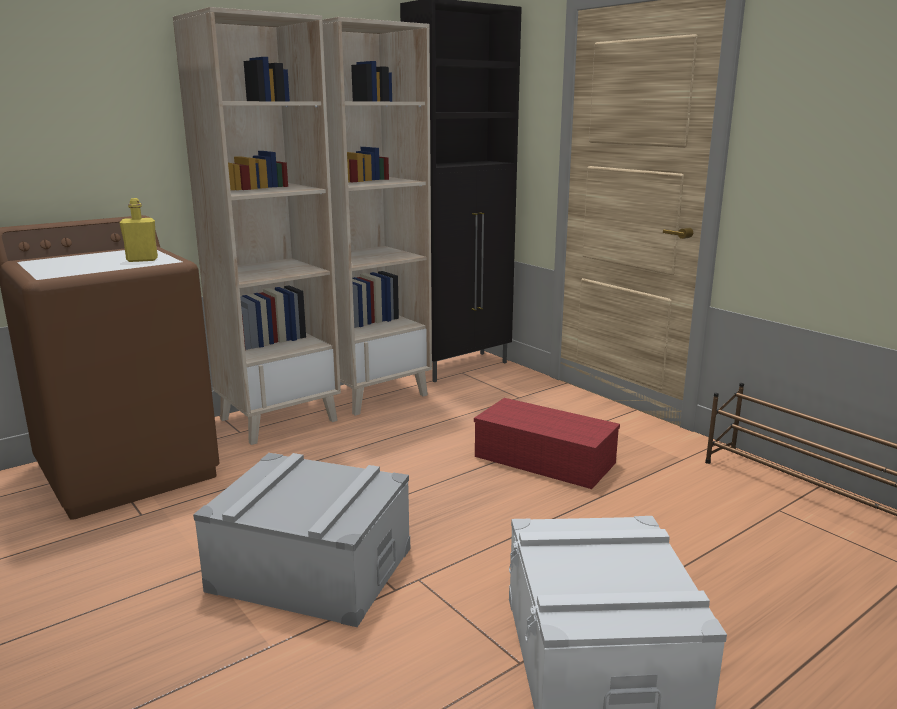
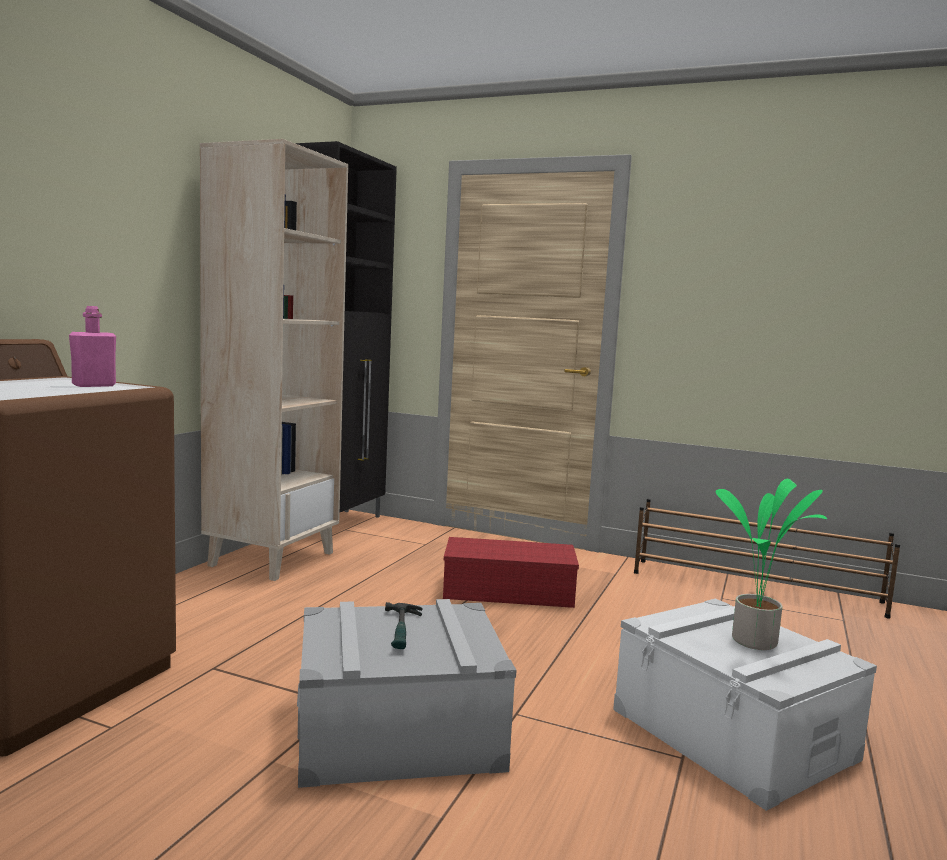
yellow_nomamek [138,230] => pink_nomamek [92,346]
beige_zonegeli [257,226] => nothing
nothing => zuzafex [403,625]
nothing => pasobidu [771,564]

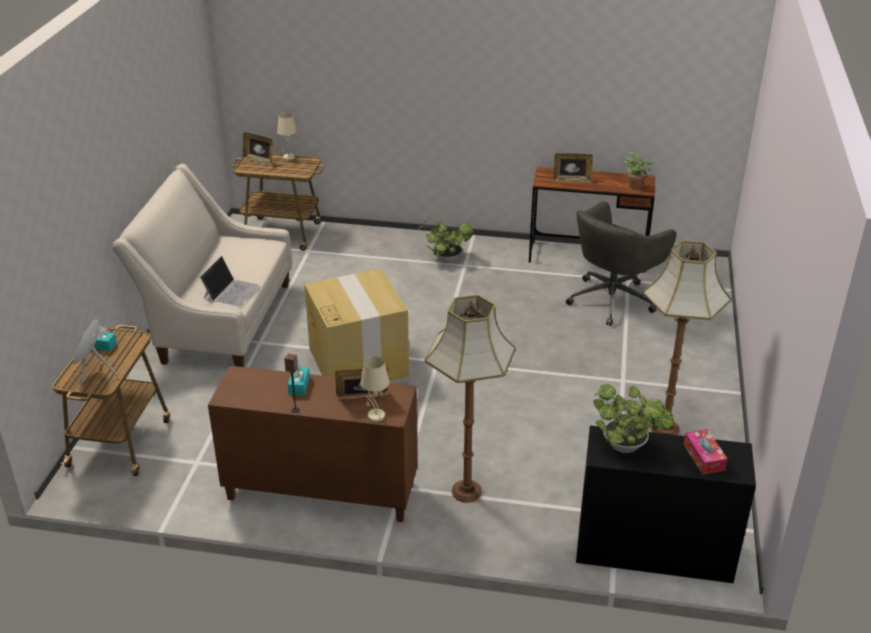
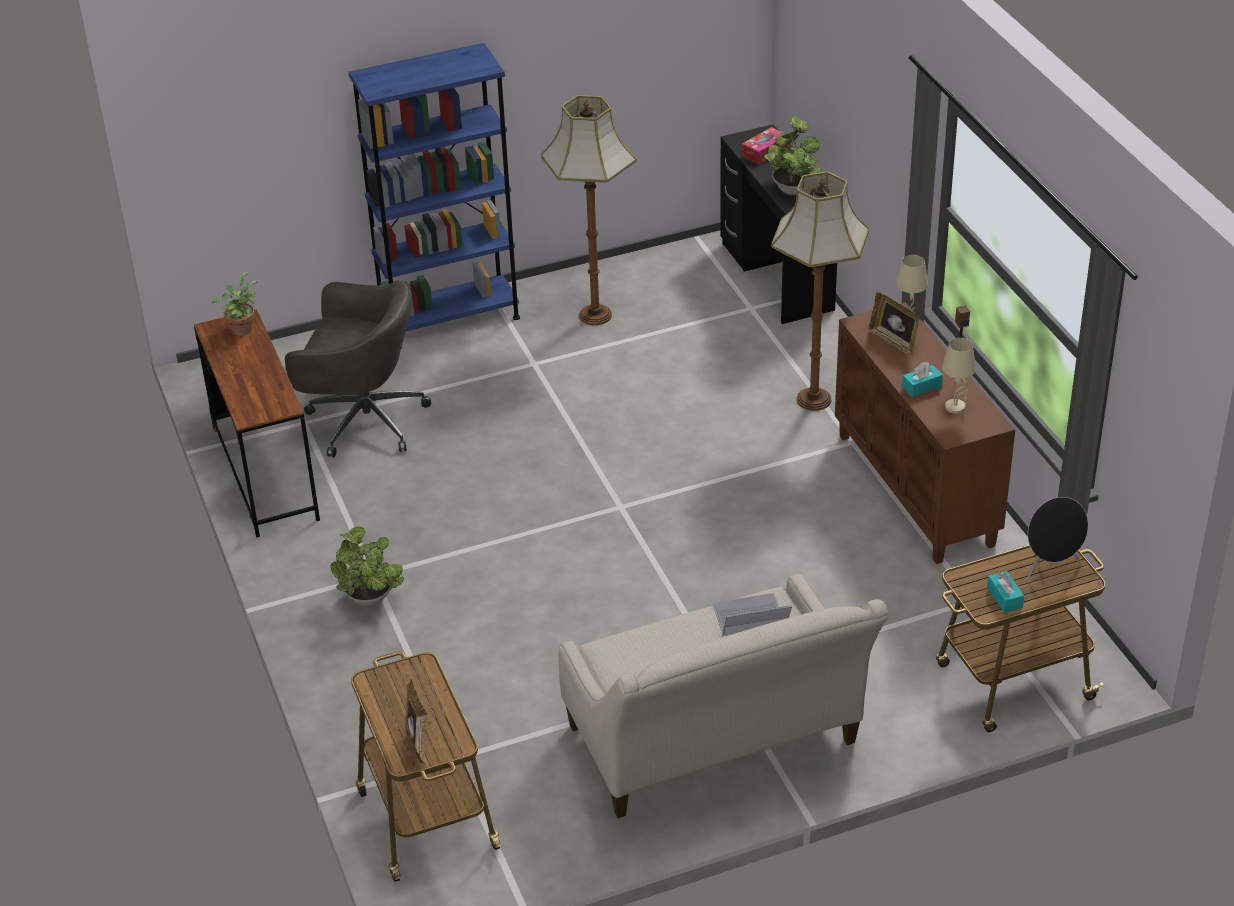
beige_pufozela [287,136] => beige_pufozela [959,376], moved
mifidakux [356,325] => nothing
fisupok [573,168] => nothing
nothing => blue_zonegeli [434,195]

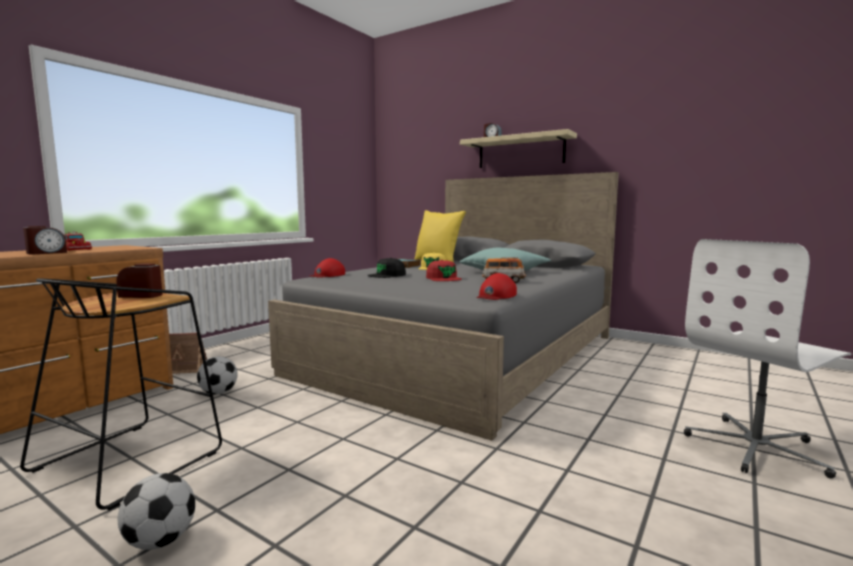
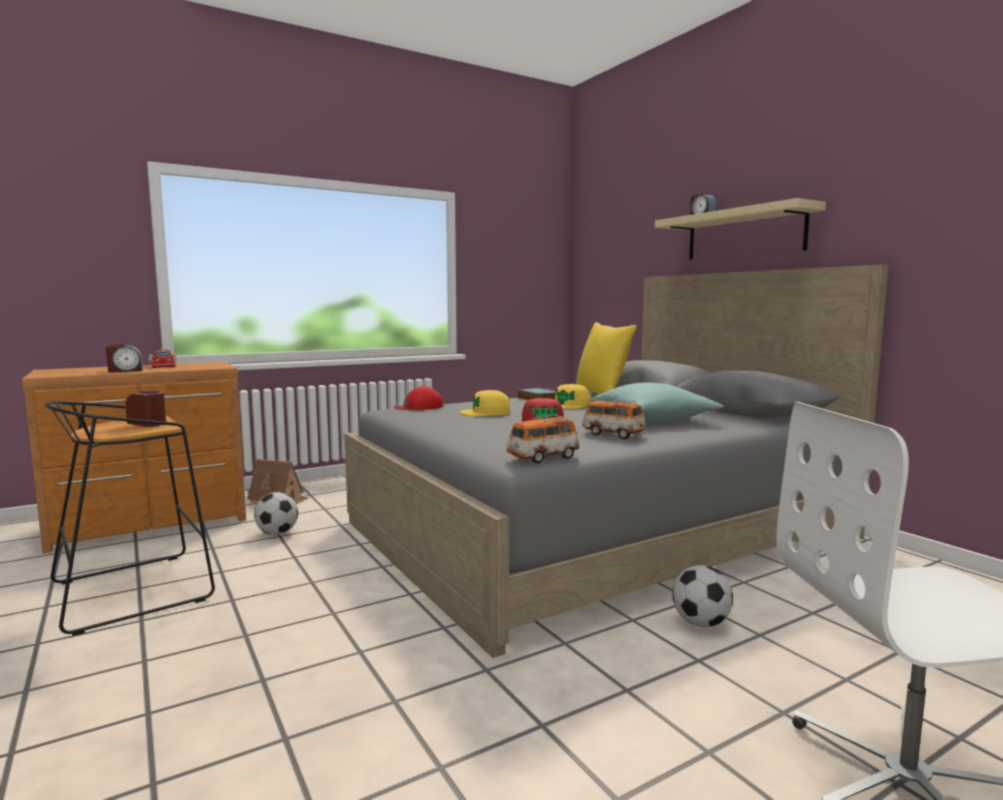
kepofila [156,511] => kepofila [702,596], moved
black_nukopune [386,268] => yellow_nukopune [484,403]
red_nukopune [496,286] => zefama [543,439]

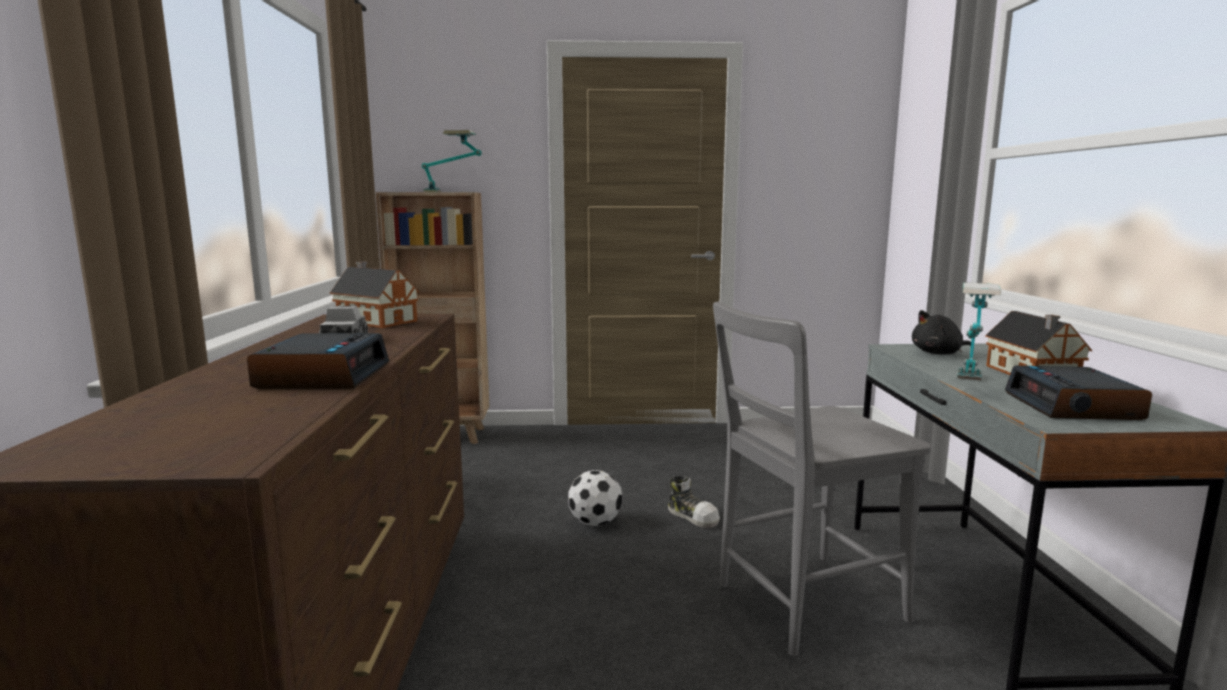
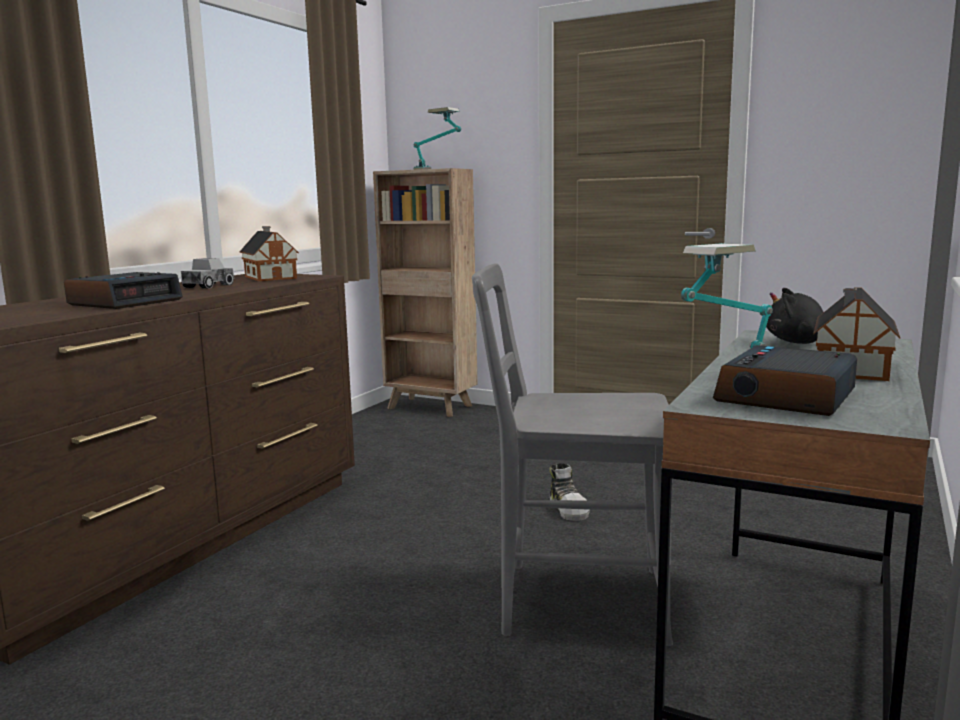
kepofila [595,498] => nothing

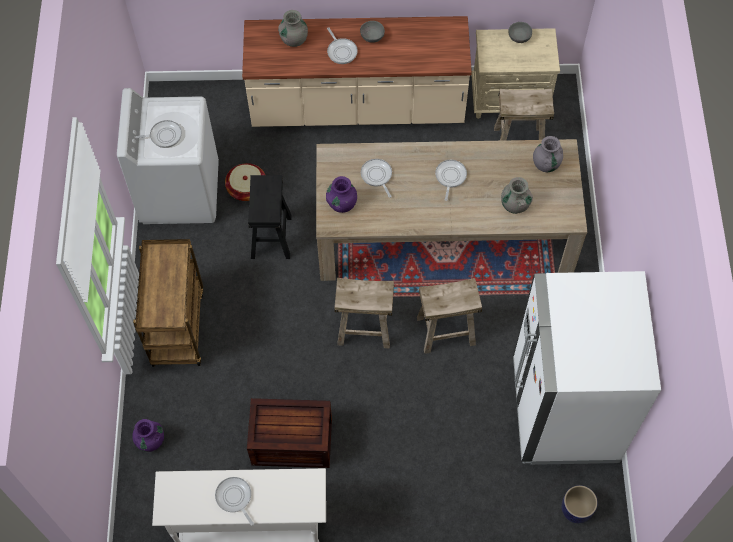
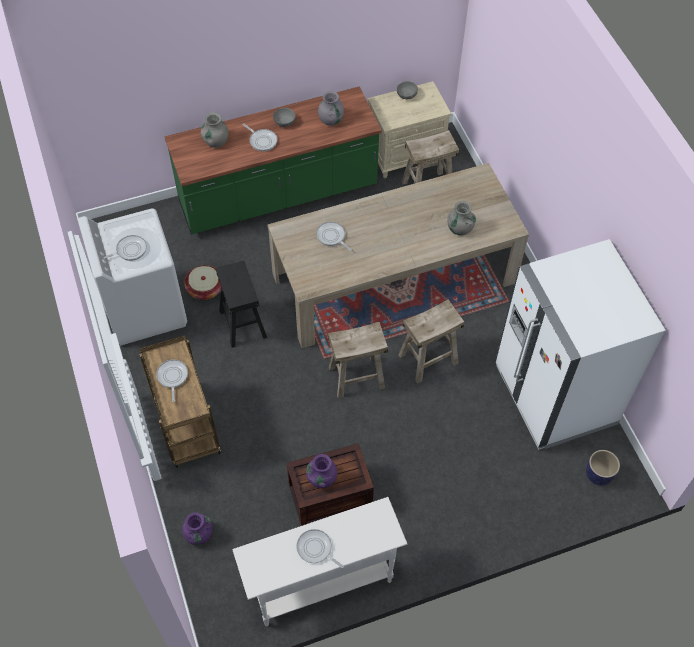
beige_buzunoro [357,71] => green_buzunoro [273,160]
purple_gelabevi [341,194] => purple_gelabevi [322,471], moved
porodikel [451,180] => porodikel [172,380], moved
grey_gelabevi [548,154] => grey_gelabevi [331,108], moved

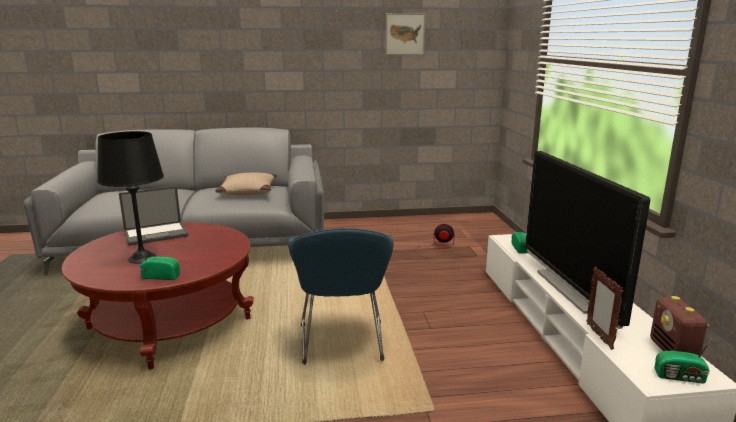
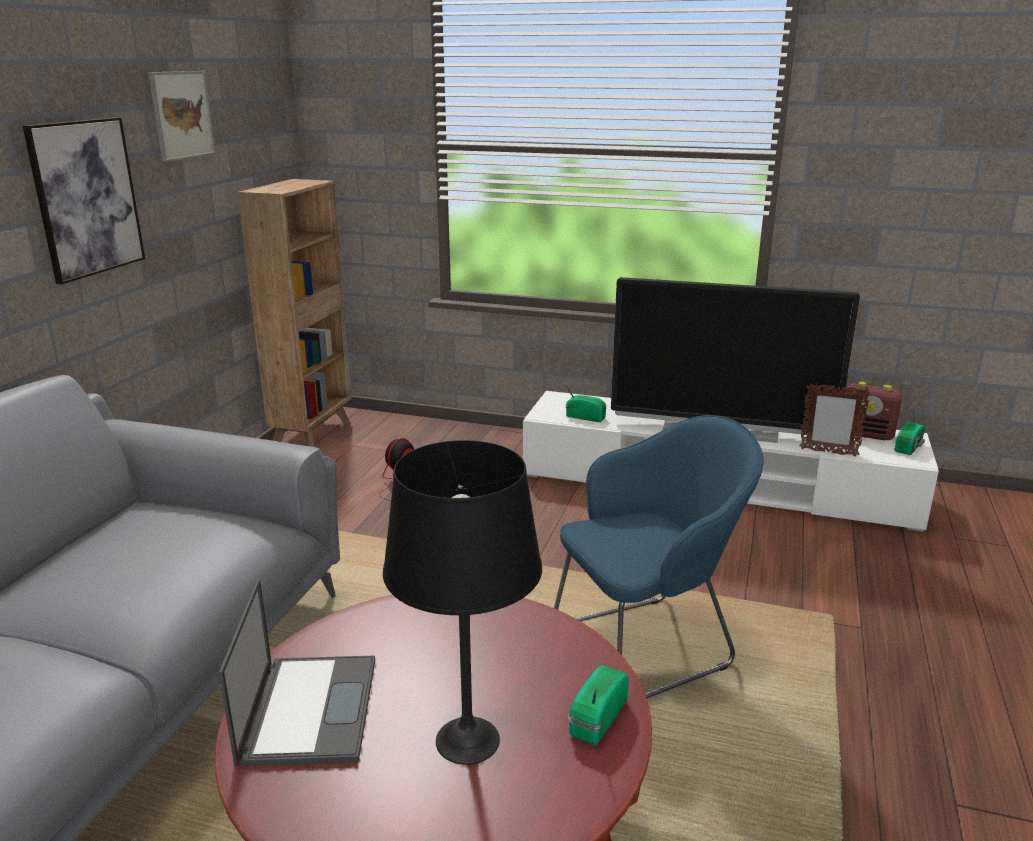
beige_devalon [246,184] => nothing
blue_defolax [340,296] => blue_defolax [659,557], 45 degrees counterclockwise
nothing => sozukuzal [84,200]
nothing => brown_zonegeli [294,313]

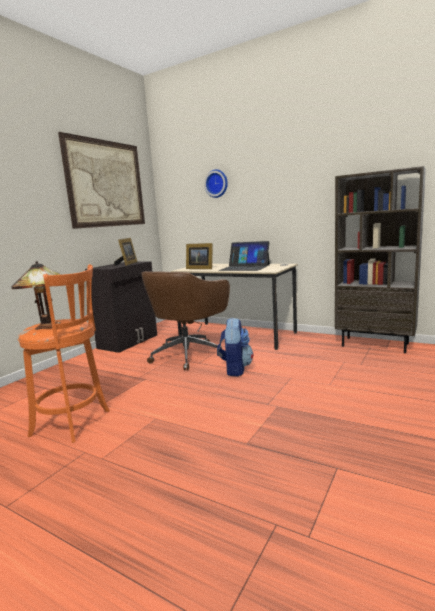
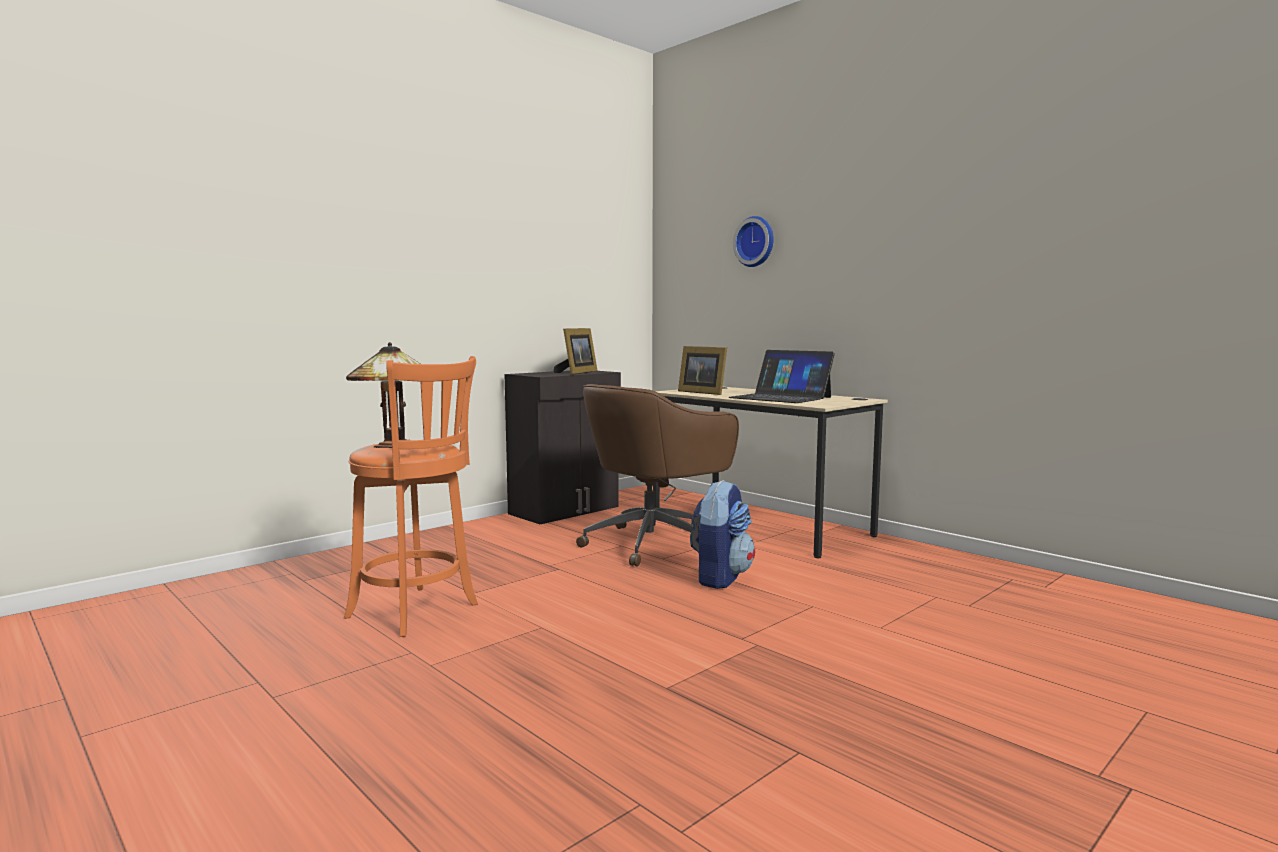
sozukuzal [101,180] => nothing
brown_zonegeli [380,259] => nothing

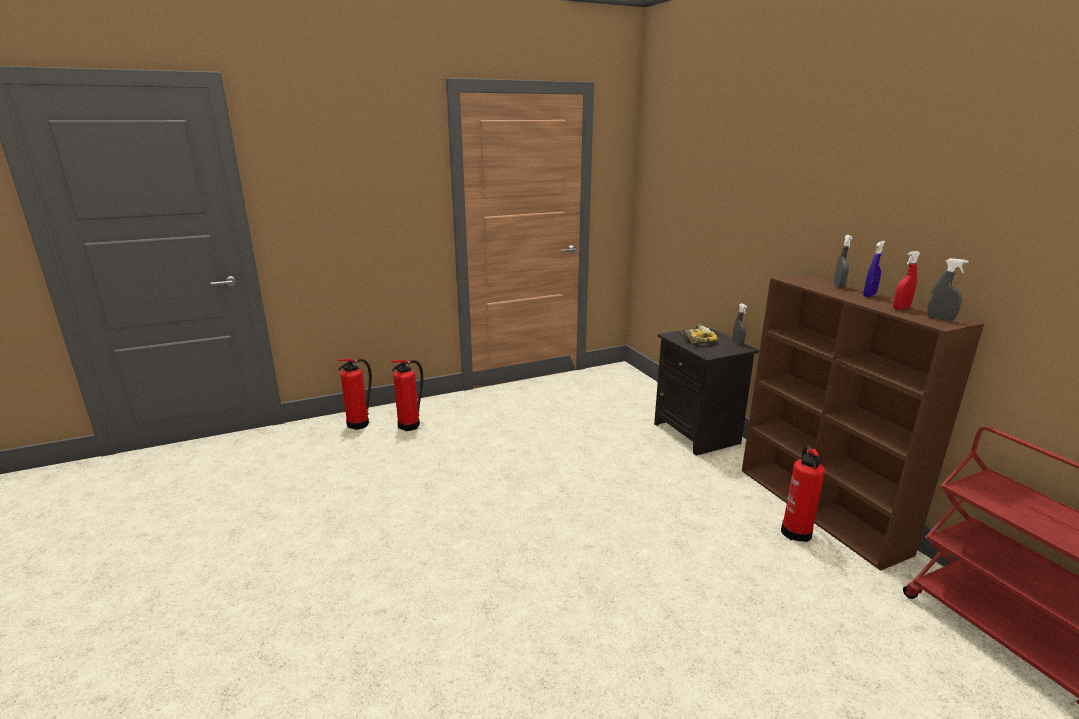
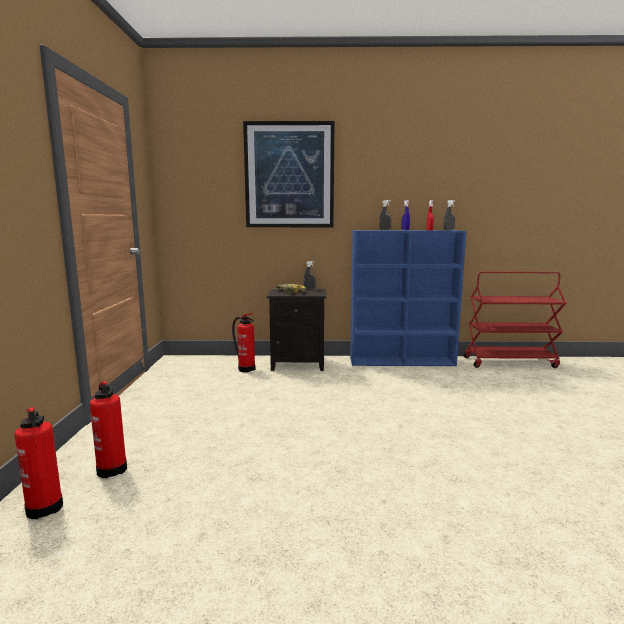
brown_zonegeli [863,422] => blue_zonegeli [408,298]
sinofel [803,493] => sinofel [243,343], moved
nothing => sozukuzal [288,174]

